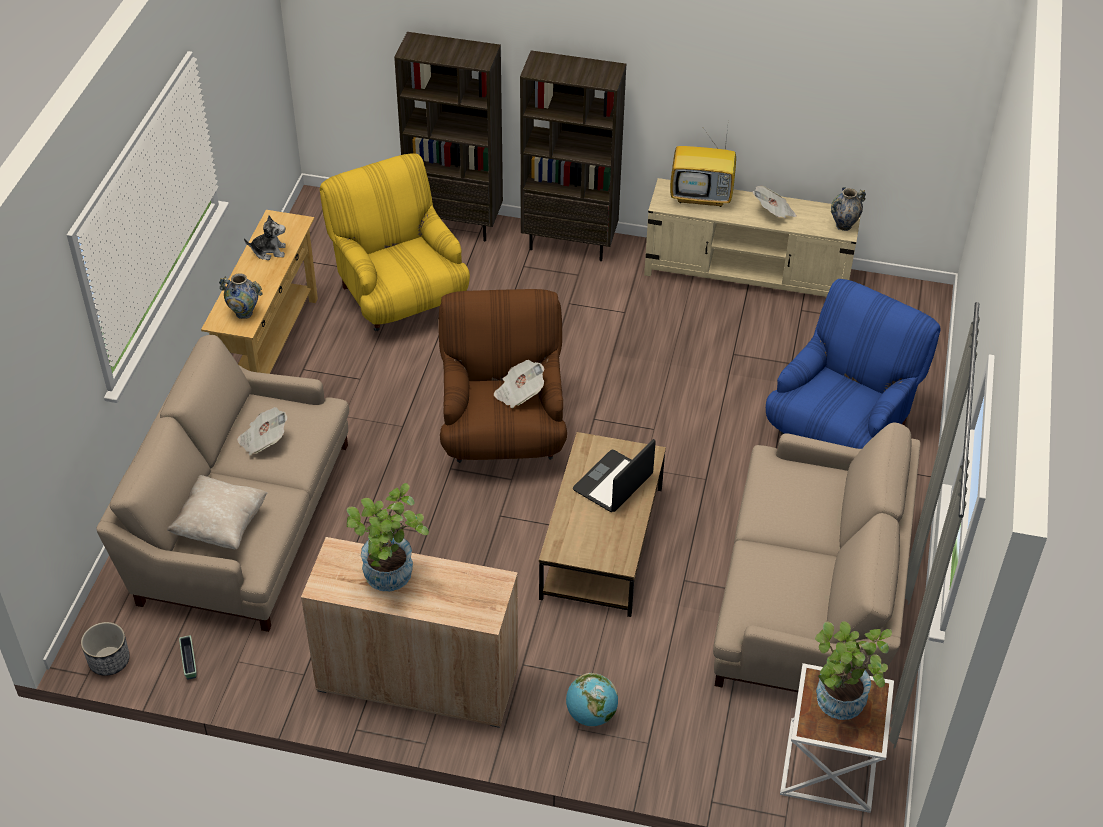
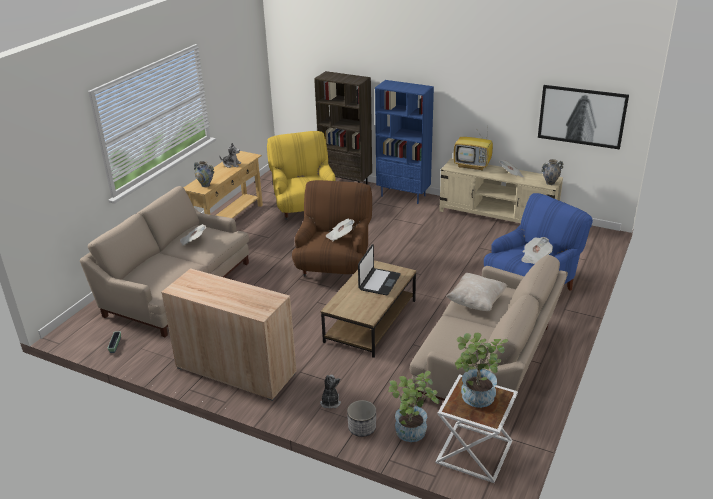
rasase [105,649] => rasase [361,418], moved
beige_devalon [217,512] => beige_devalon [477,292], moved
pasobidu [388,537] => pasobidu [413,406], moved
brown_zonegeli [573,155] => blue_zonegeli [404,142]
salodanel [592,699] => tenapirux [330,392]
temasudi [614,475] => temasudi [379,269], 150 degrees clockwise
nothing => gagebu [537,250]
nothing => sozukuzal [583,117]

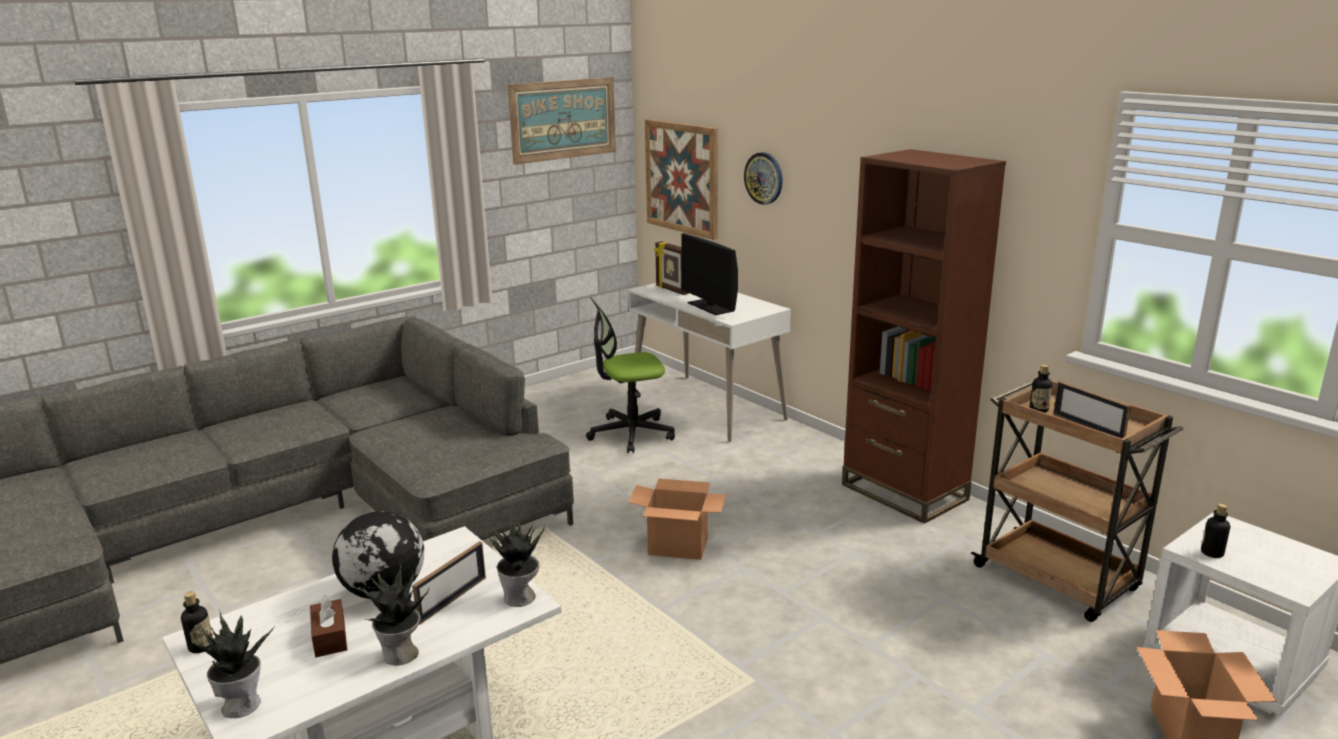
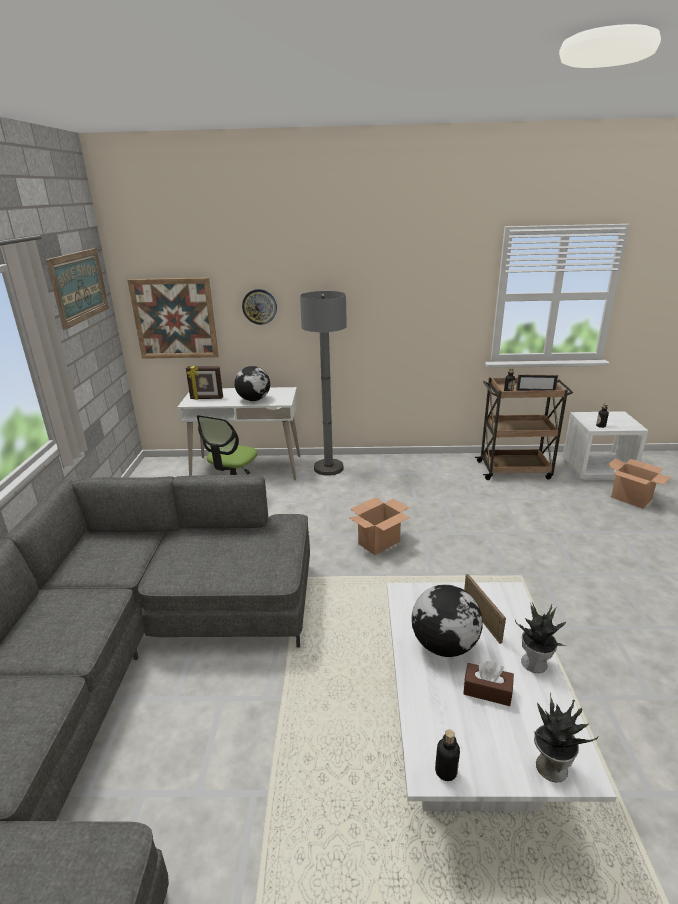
pasobidu [515,560] => nothing
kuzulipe [709,274] => salodanel [252,383]
brown_zonegeli [924,336] => nothing
nothing => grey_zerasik [323,383]

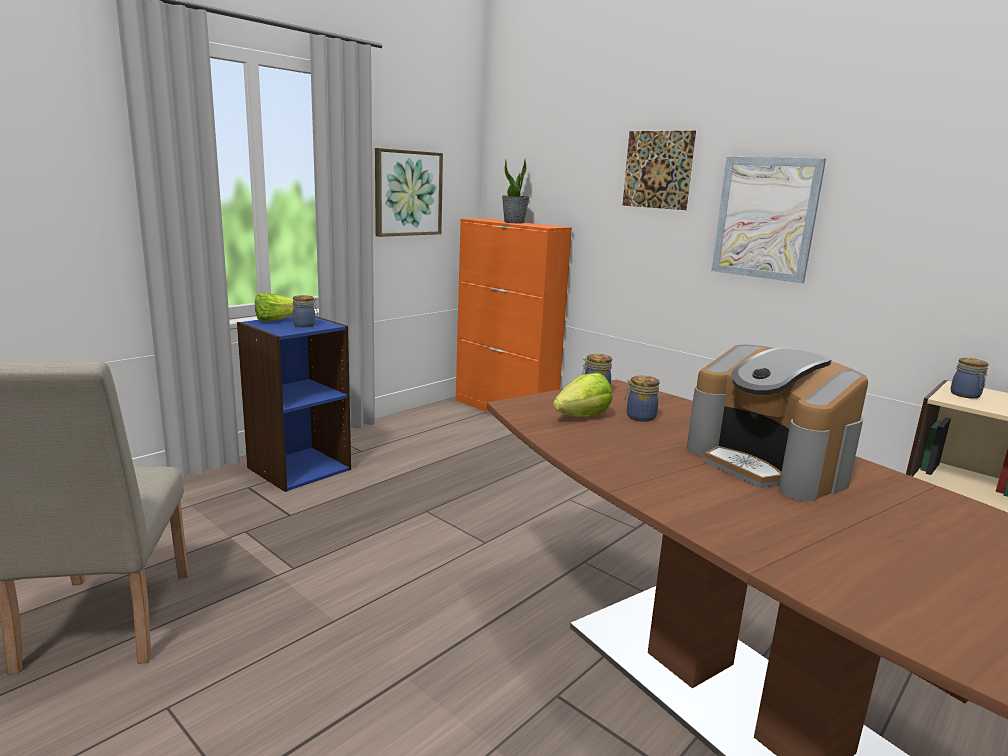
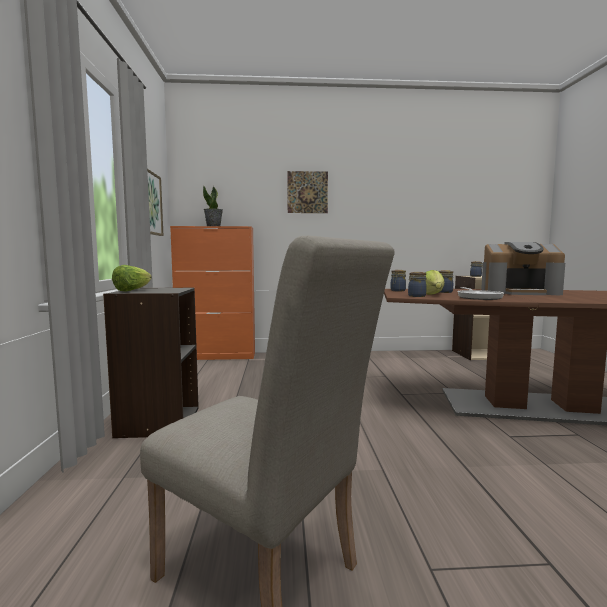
blue_zonegeli [294,404] => black_zonegeli [151,363]
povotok [305,311] => povotok [417,284], moved
sozukuzal [768,220] => nothing
nothing => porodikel [481,293]

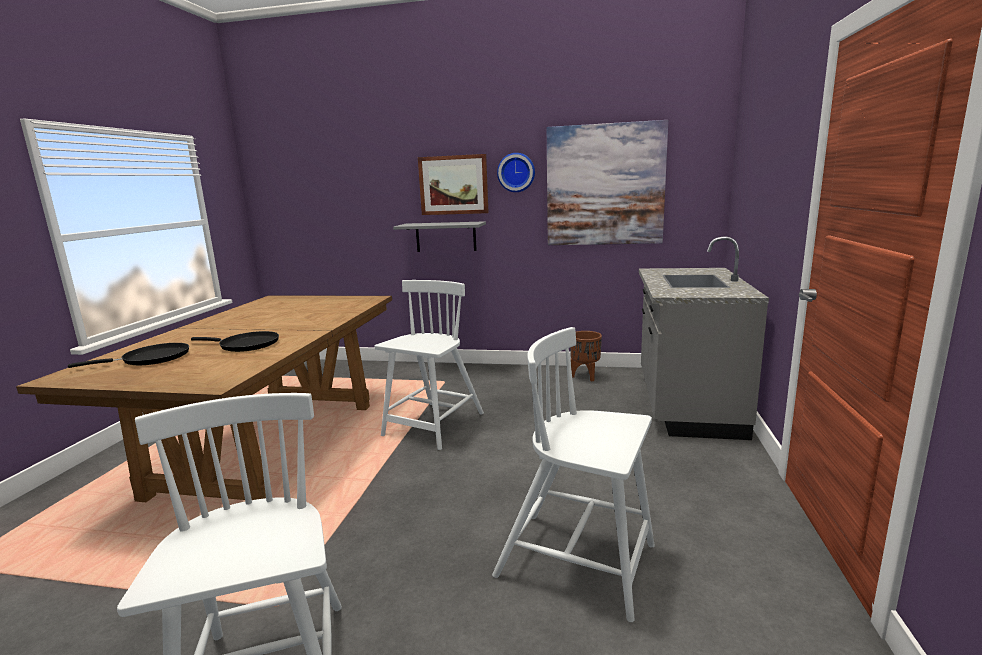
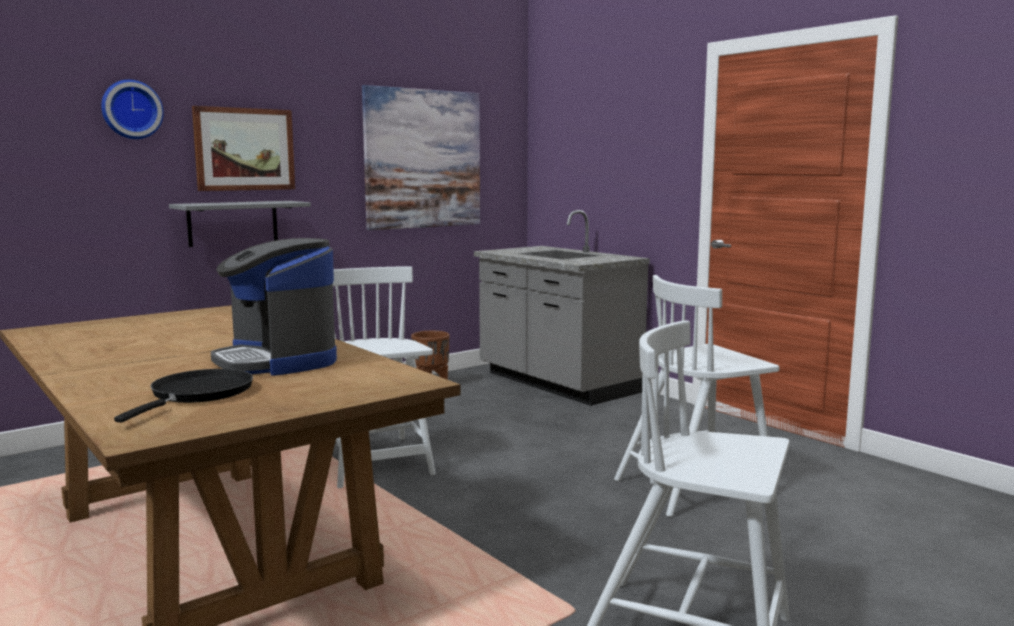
black_porodikel [235,341] => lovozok [274,307]
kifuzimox [516,172] => kifuzimox [132,109], moved

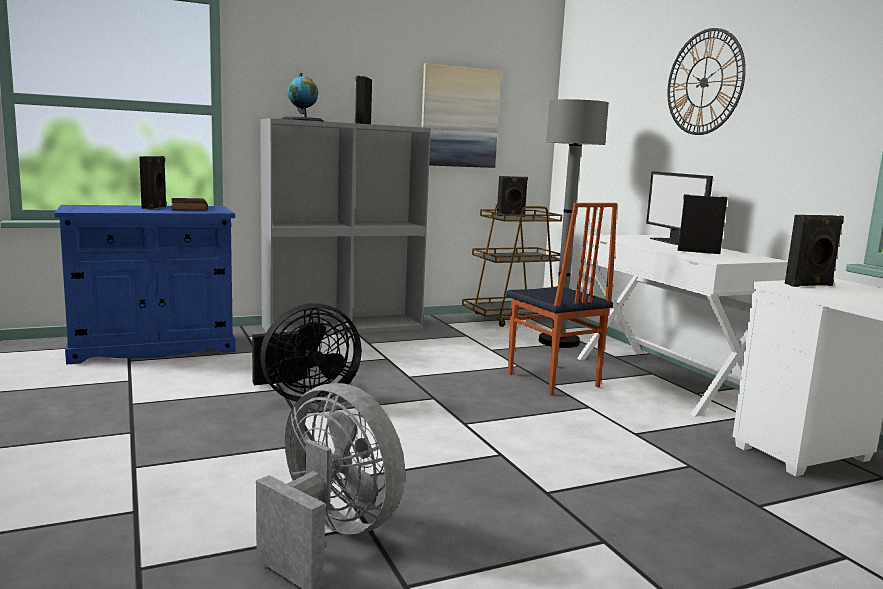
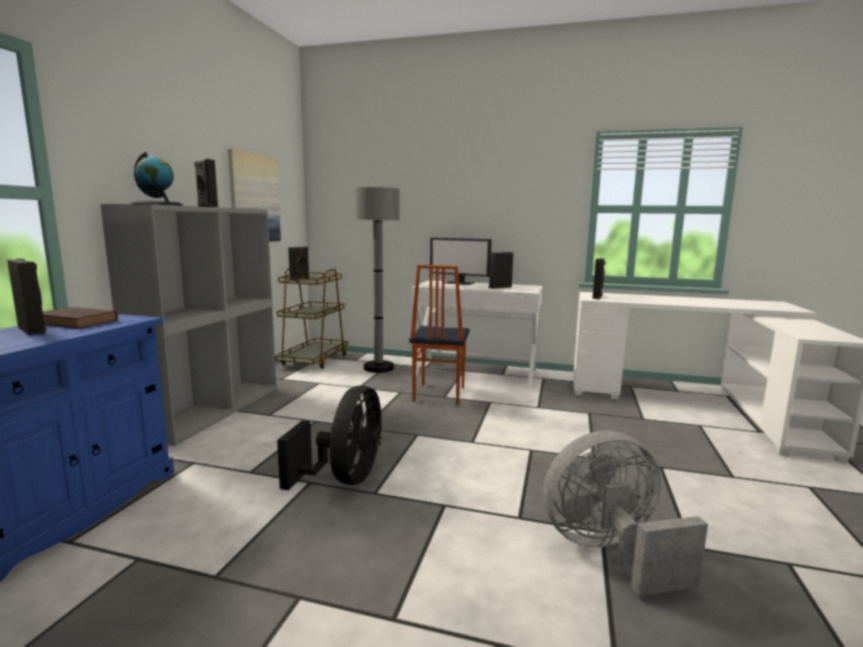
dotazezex [561,299] => dotazezex [439,335], 90 degrees clockwise
kifuzimox [707,81] => nothing

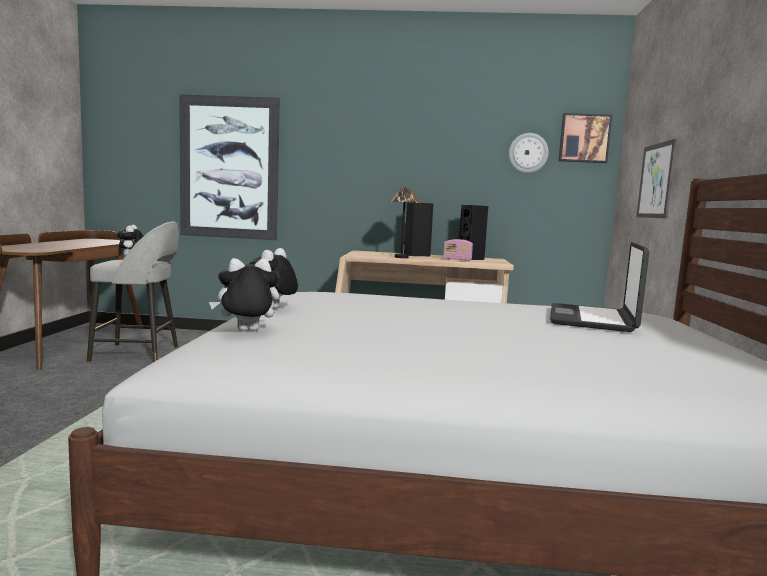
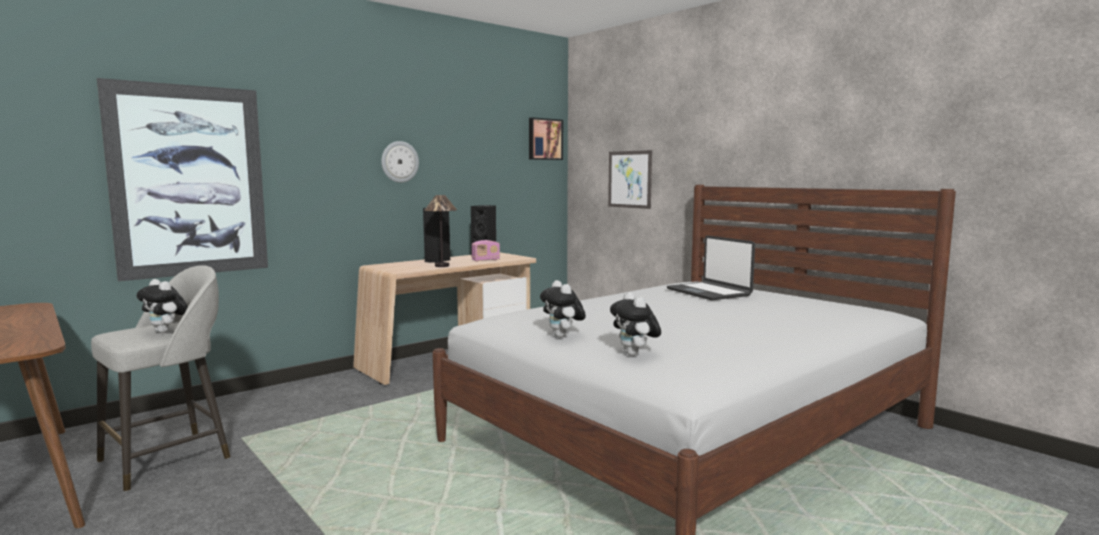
tenapirux [244,295] => tenapirux [635,324], 45 degrees counterclockwise
kifuzimox [529,153] => kifuzimox [400,162], moved

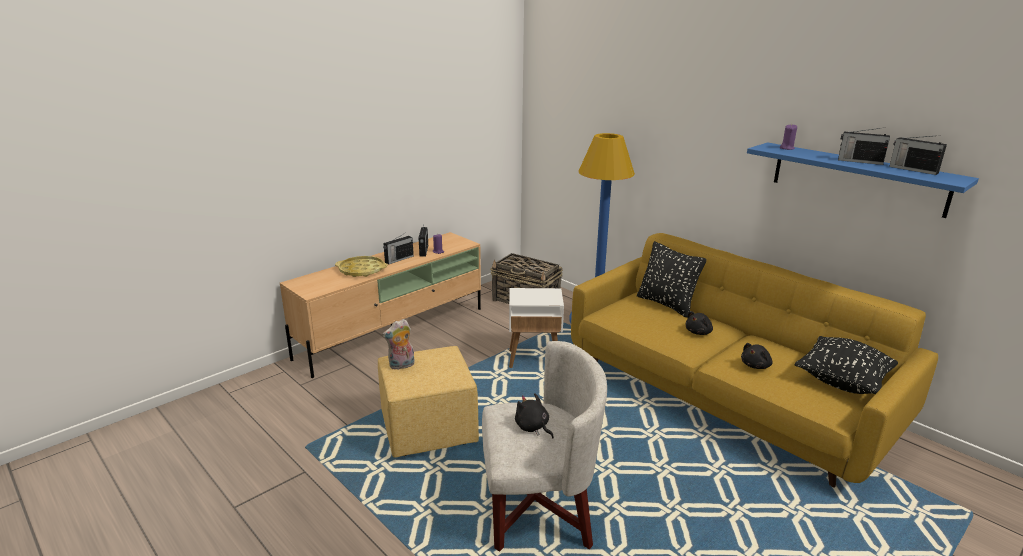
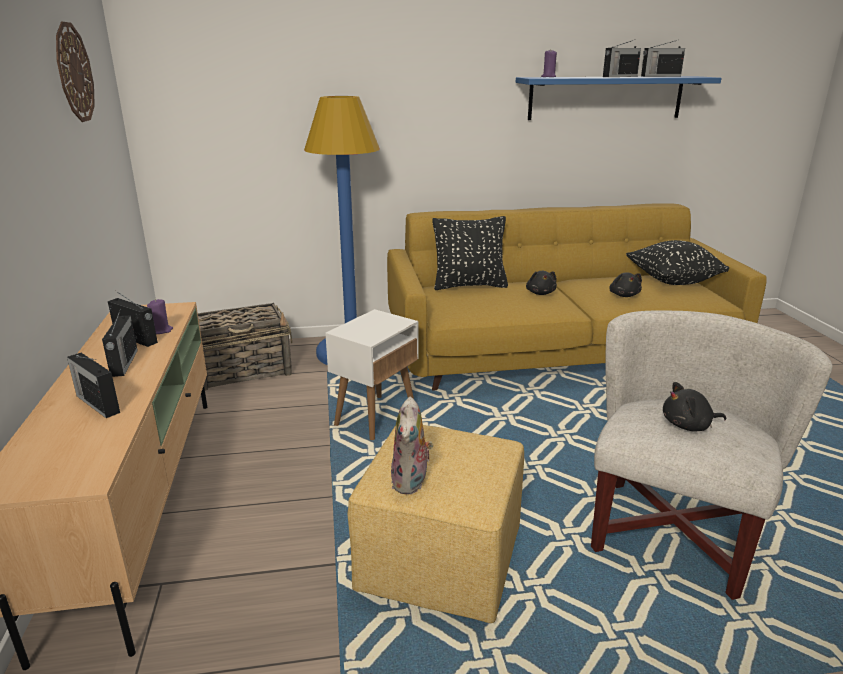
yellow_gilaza [361,266] => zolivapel [93,385]
nothing => kifuzimox [75,72]

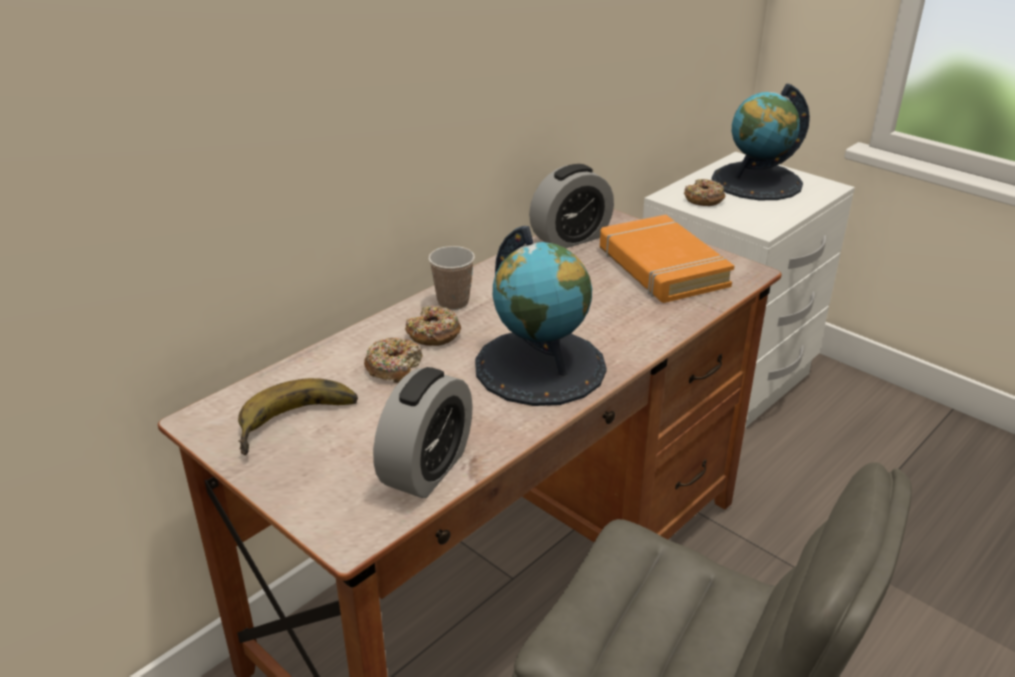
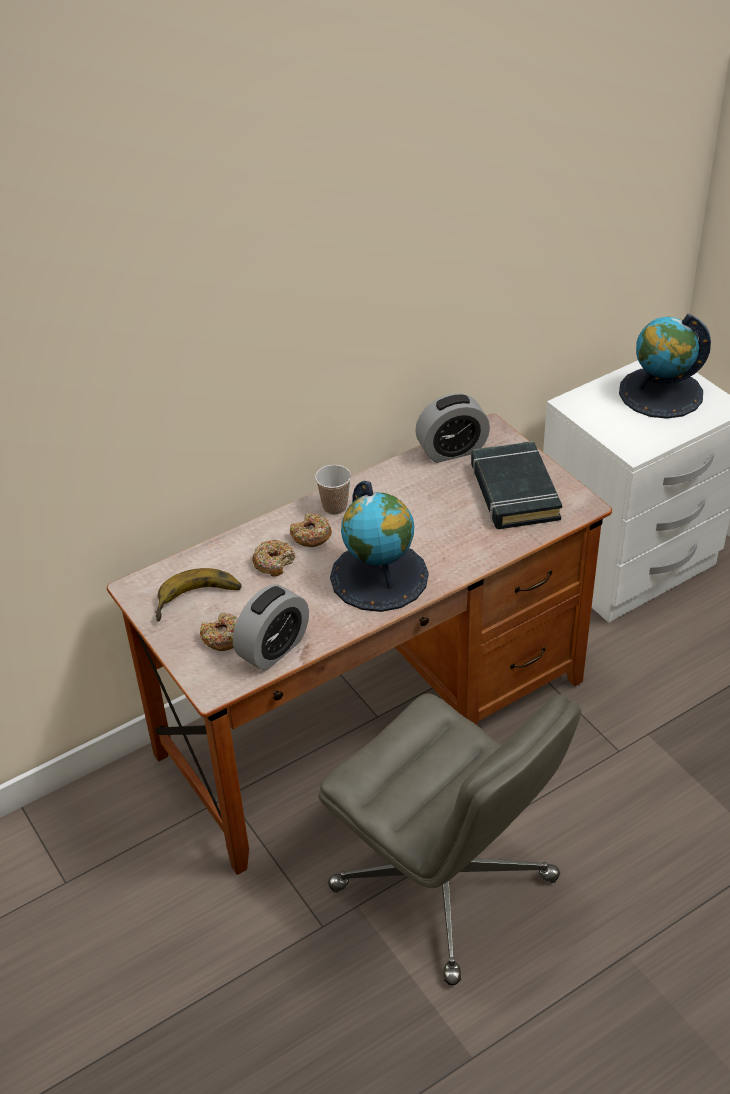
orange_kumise [667,259] => black_kumise [516,485]
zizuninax [704,192] => zizuninax [219,631], moved

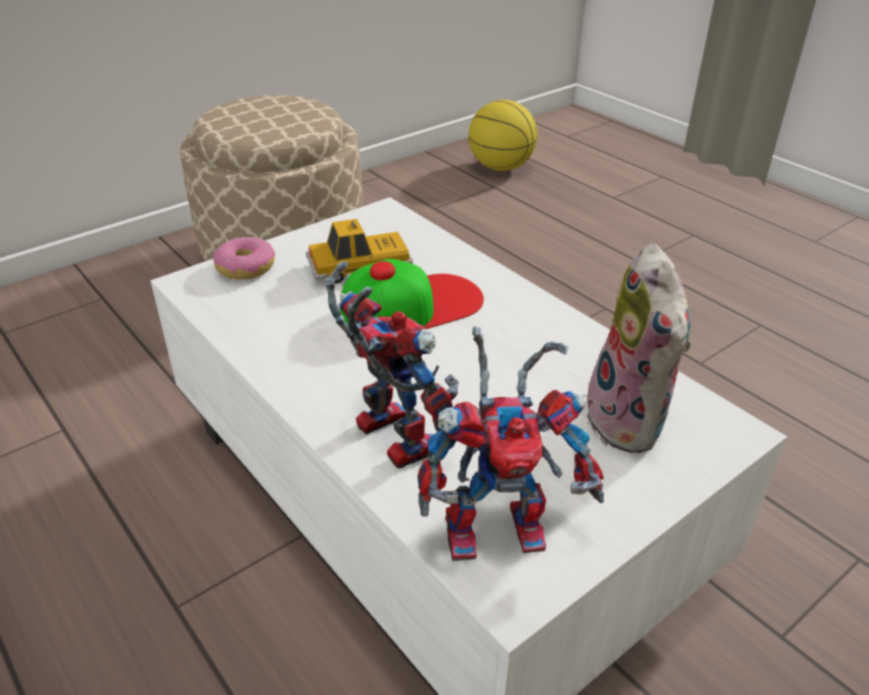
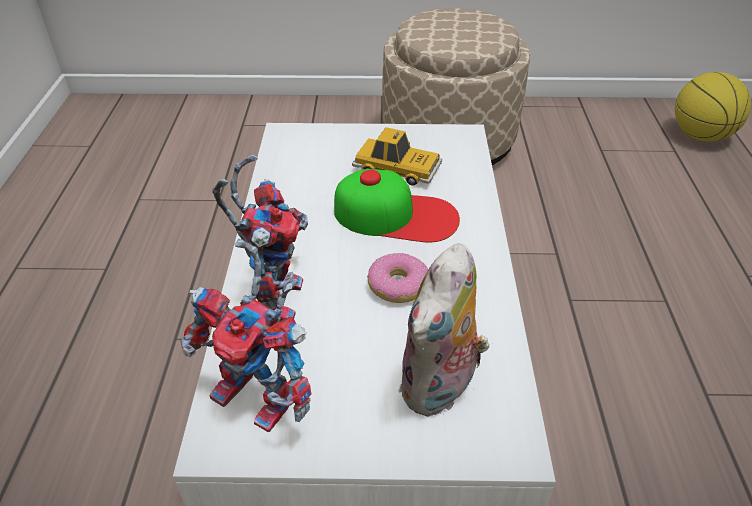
zizuninax [244,258] => zizuninax [397,278], moved

